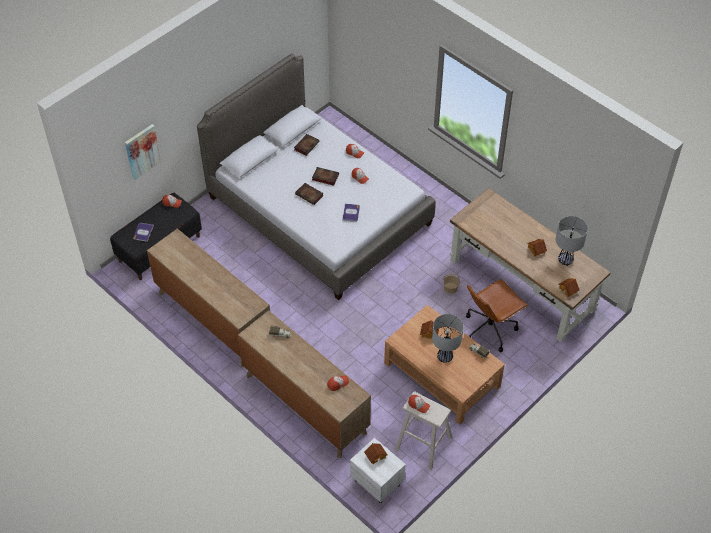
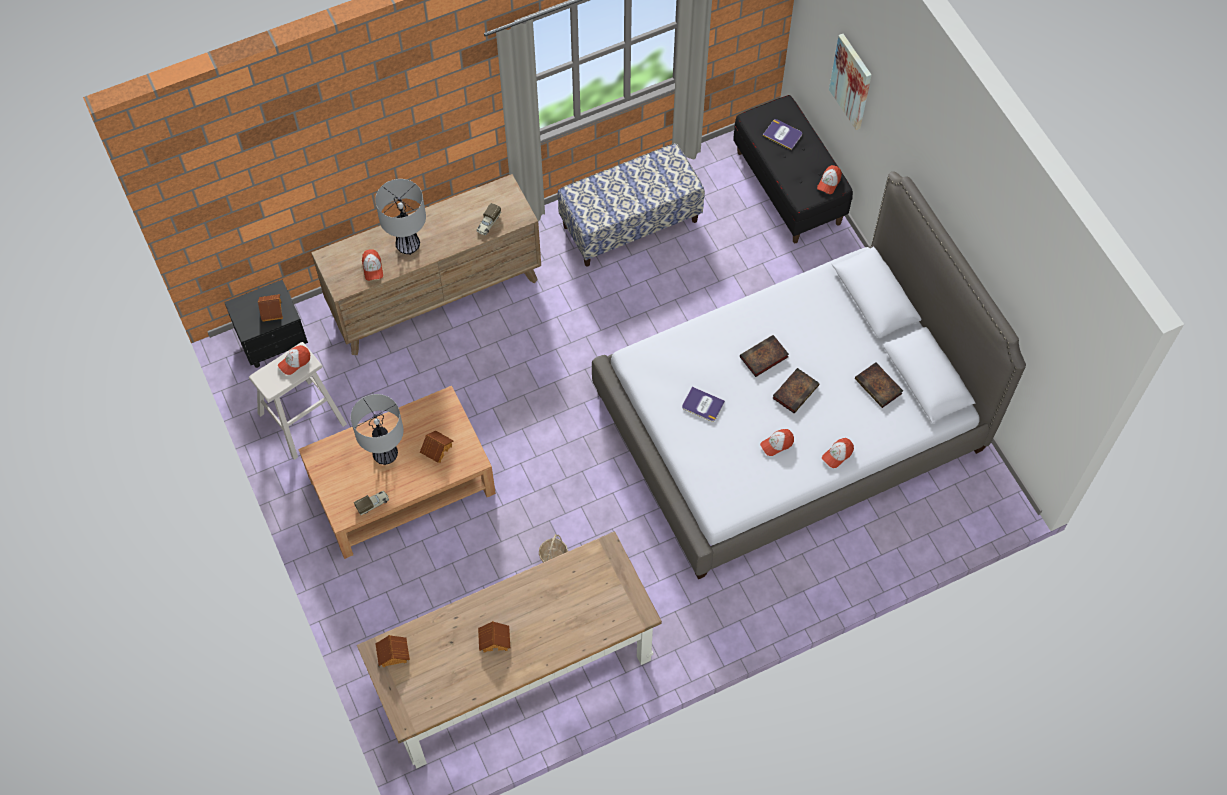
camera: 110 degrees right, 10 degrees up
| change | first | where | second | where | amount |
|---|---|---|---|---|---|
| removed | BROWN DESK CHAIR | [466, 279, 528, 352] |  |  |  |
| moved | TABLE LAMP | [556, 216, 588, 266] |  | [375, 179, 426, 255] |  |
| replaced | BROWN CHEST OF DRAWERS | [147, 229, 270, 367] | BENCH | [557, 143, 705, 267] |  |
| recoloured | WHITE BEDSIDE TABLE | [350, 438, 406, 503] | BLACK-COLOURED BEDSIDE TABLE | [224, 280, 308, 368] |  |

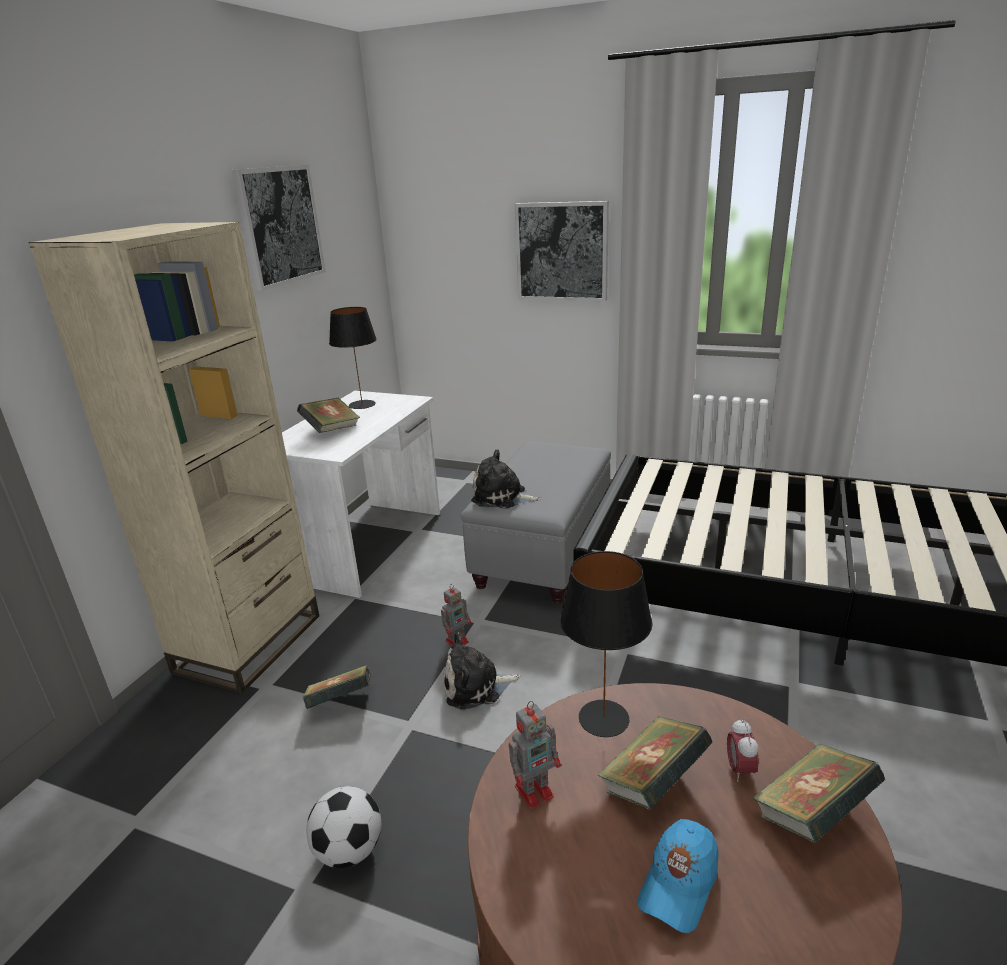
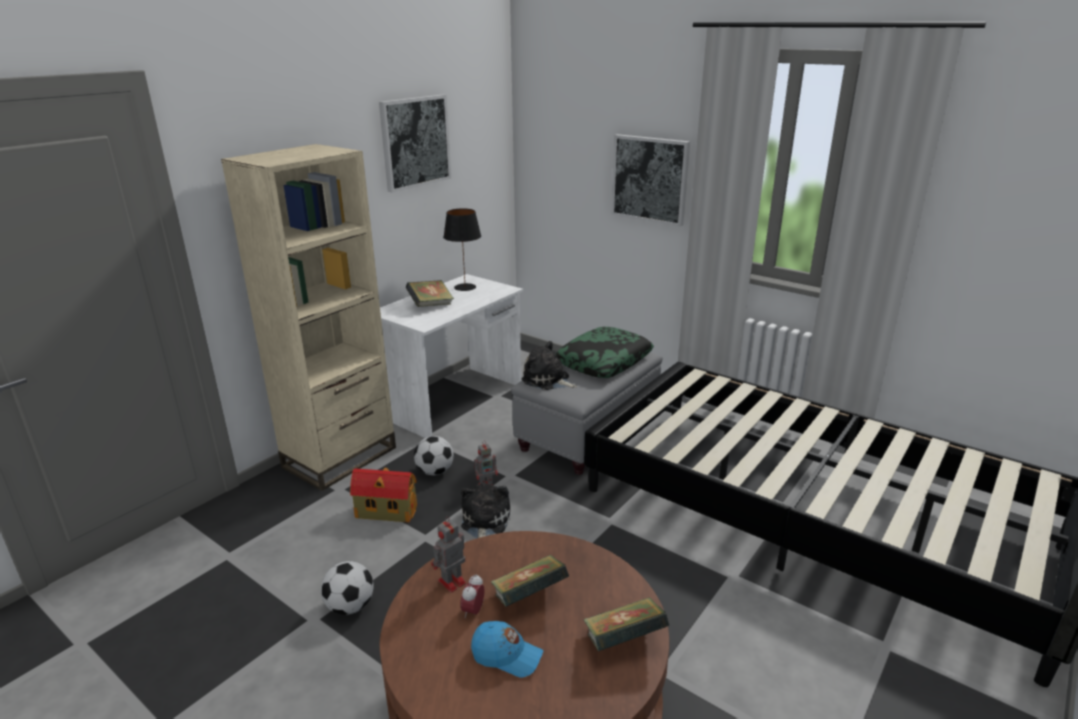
camera: 15 degrees right, 0 degrees up
| change | first | where | second | where | amount |
|---|---|---|---|---|---|
| removed | BLACK-COLOURED TABLE LAMP | [560, 551, 653, 737] |  |  |  |
| added |  |  | FOOTBALL | [414, 436, 454, 475] |  |
| added |  |  | CUSHION | [555, 327, 654, 378] |  |
| moved | BEDSIDE CLOCK | [727, 718, 759, 782] |  | [460, 574, 485, 618] |  |
| replaced | VOLUME | [303, 665, 371, 709] | TOY HOUSE | [350, 468, 417, 522] |  |
| turned | CUDDLY TOY | [444, 632, 520, 709] |  | [461, 483, 510, 539] | 90 degrees clockwise |
| turned | TOY ROBOT | [509, 701, 561, 809] |  | [431, 516, 466, 593] | 150 degrees clockwise |
| turned | BLUE BASEBALL CAP | [638, 819, 719, 933] |  | [471, 621, 543, 677] | 120 degrees counterclockwise |

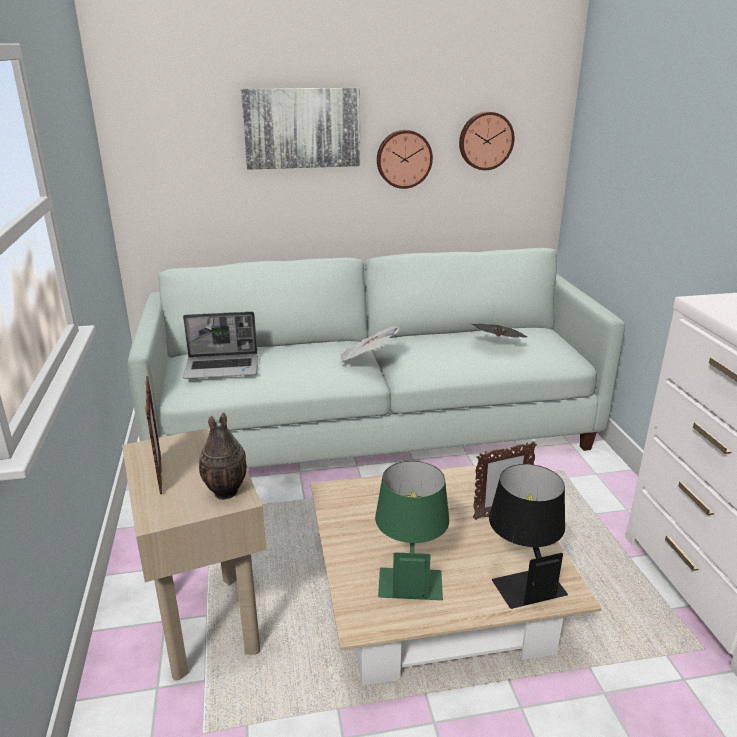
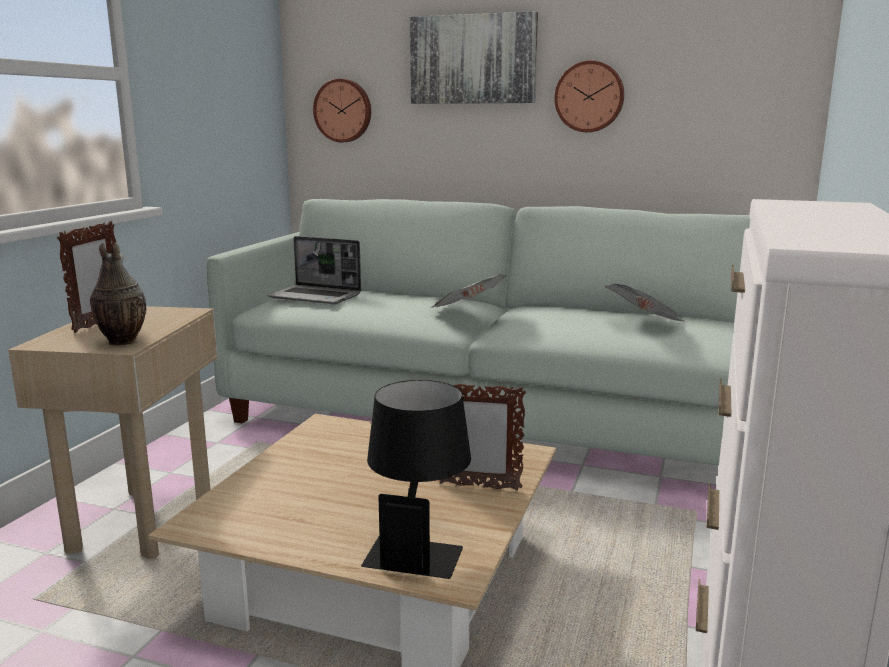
camera: 30 degrees right, 10 degrees down
| change | first | where | second | where | amount |
|---|---|---|---|---|---|
| removed | GREENISH TABLE LAMP | [375, 461, 449, 600] |  |  |  |
| moved | CLOCK ON THE WALL | [459, 111, 514, 170] |  | [313, 79, 371, 142] |  |

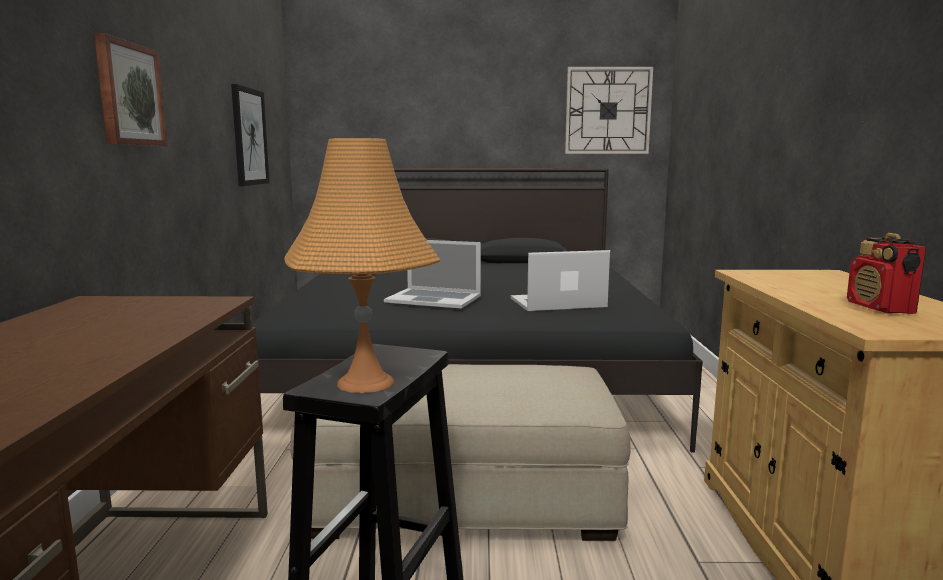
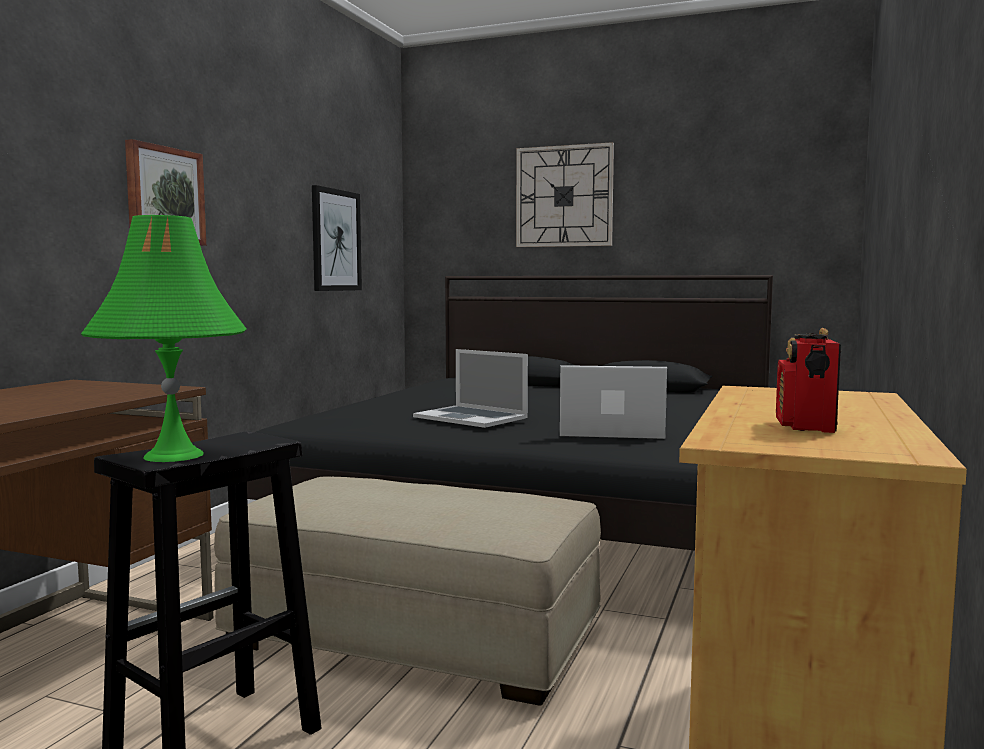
camera: 20 degrees right, 5 degrees down
| change | first | where | second | where | amount |
|---|---|---|---|---|---|
| moved | CLOCK ON THE WALL | [565, 67, 653, 154] |  | [516, 142, 614, 247] |  |
| recoloured | ORANGEY TABLE LAMP | [285, 138, 440, 393] | GREENISH TABLE LAMP | [81, 215, 246, 462] |  |

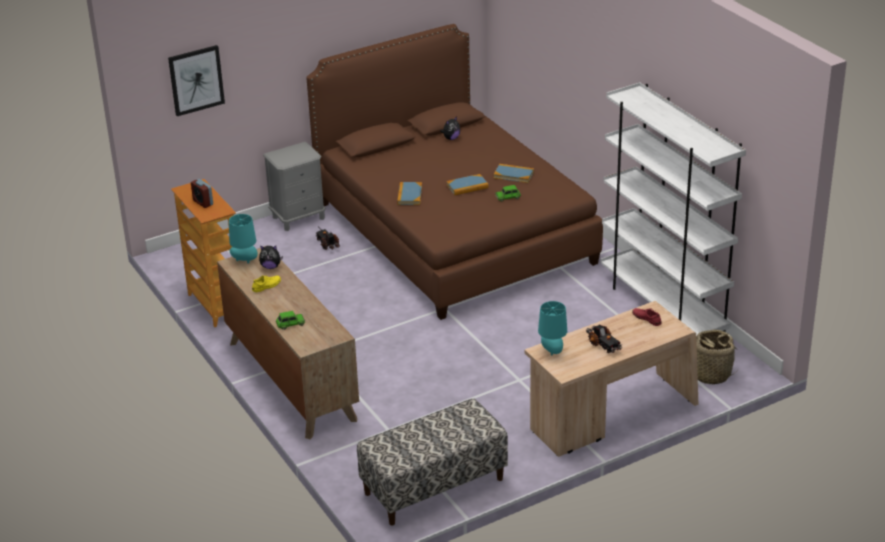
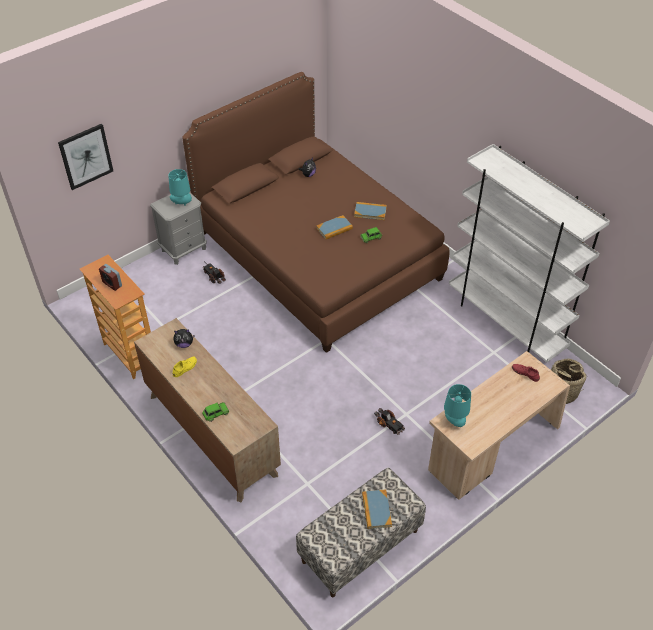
camera: 10 degrees left, 15 degrees up
| change | first | where | second | where | amount |
|---|---|---|---|---|---|
| moved | TURQUOISE TABLE LAMP | [229, 214, 258, 264] |  | [168, 169, 192, 206] |  |
| moved | VOLUME | [397, 182, 422, 205] |  | [362, 489, 392, 529] |  |
| moved | MODEL TRUCK | [586, 324, 622, 353] |  | [374, 408, 405, 435] |  |

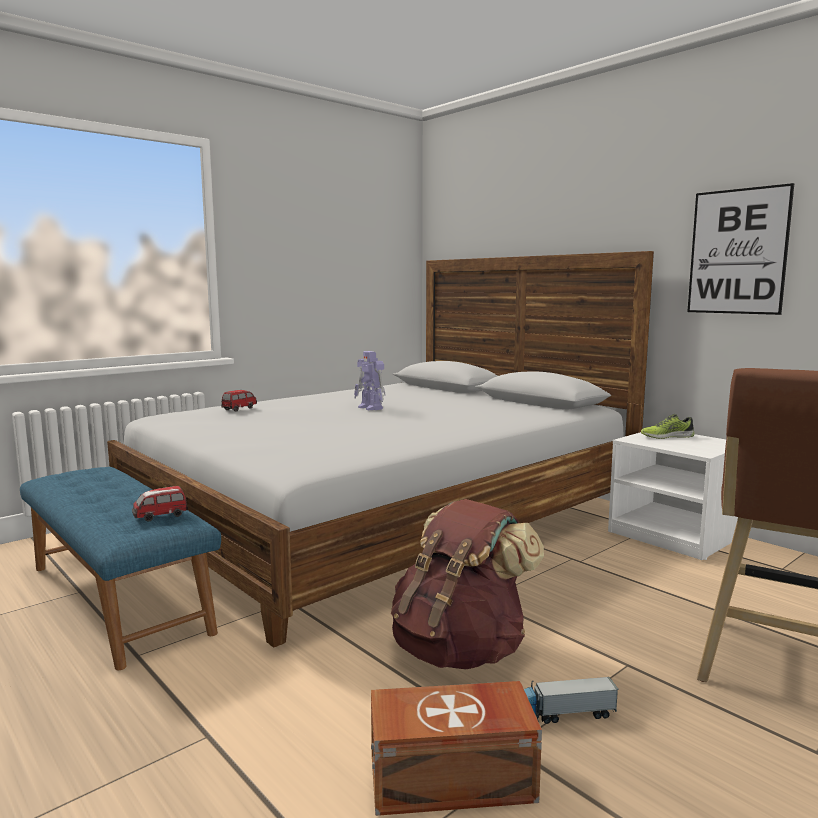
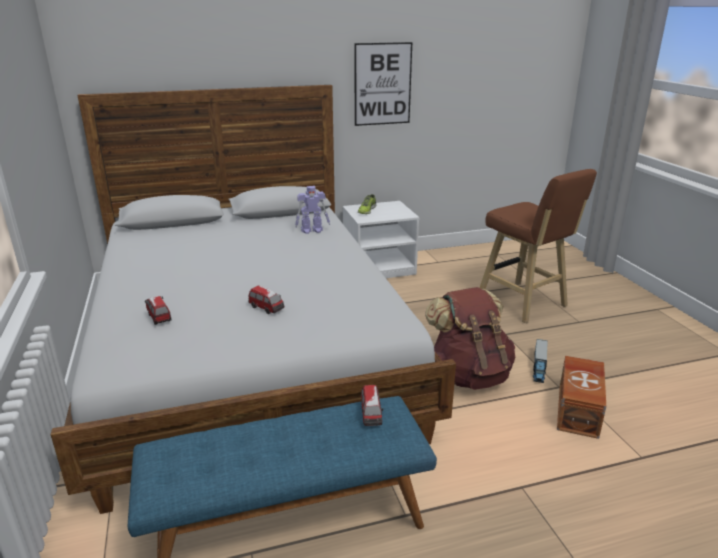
camera: 65 degrees left, 15 degrees up
| change | first | where | second | where | amount |
|---|---|---|---|---|---|
| added |  |  | TOY CAR | [248, 285, 284, 314] |  |
| moved | TOY ROBOT | [354, 351, 386, 410] |  | [295, 186, 330, 234] |  |

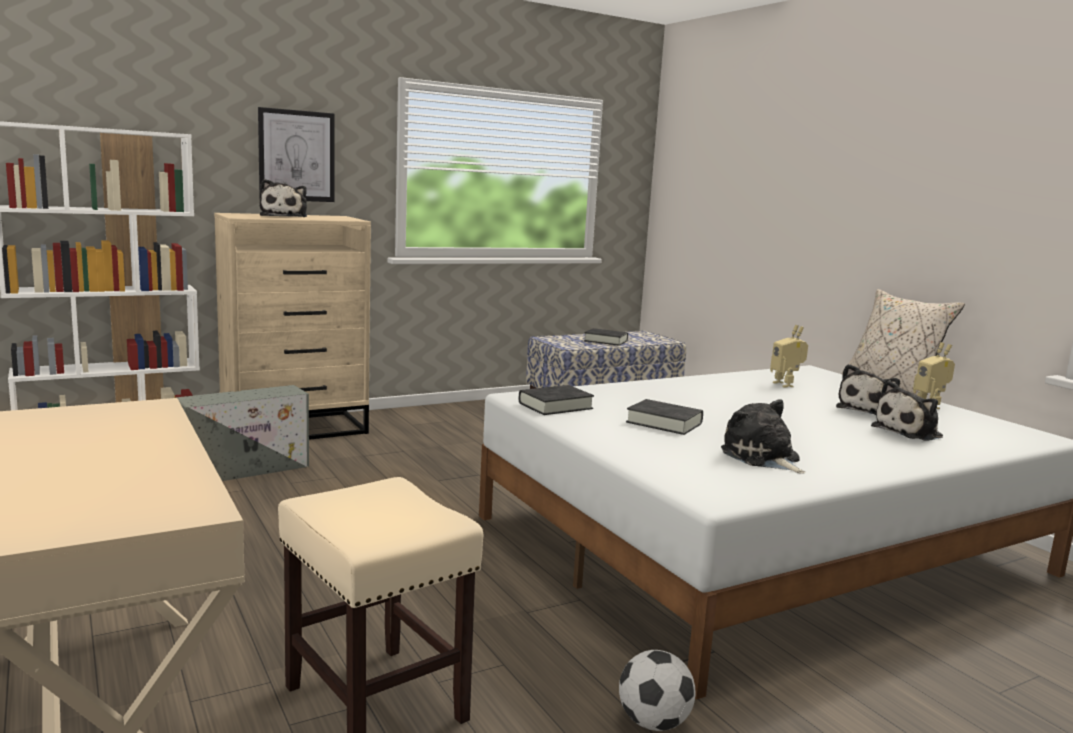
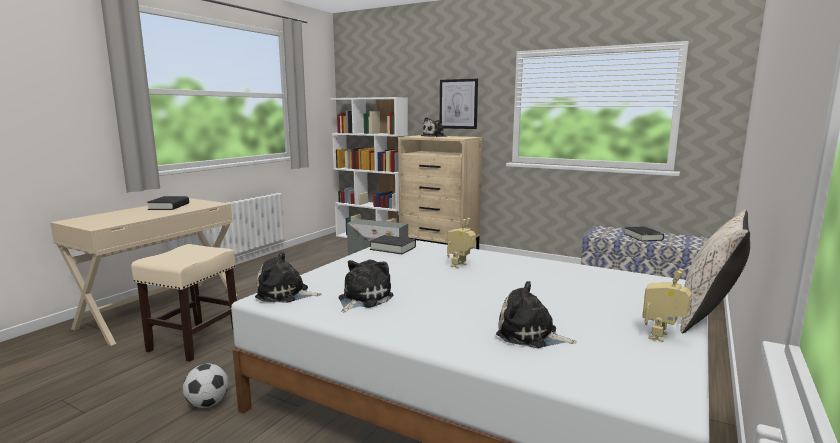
camera: 60 degrees right, 0 degrees up
| change | first | where | second | where | amount |
|---|---|---|---|---|---|
| moved | BLACK-COLOURED VOLUME | [626, 399, 703, 435] |  | [147, 196, 189, 210] |  |
| moved | TOY ROBOT | [770, 325, 808, 388] |  | [447, 218, 476, 268] |  |
| moved | CUDDLY TOY | [836, 364, 900, 415] |  | [255, 251, 322, 303] |  |

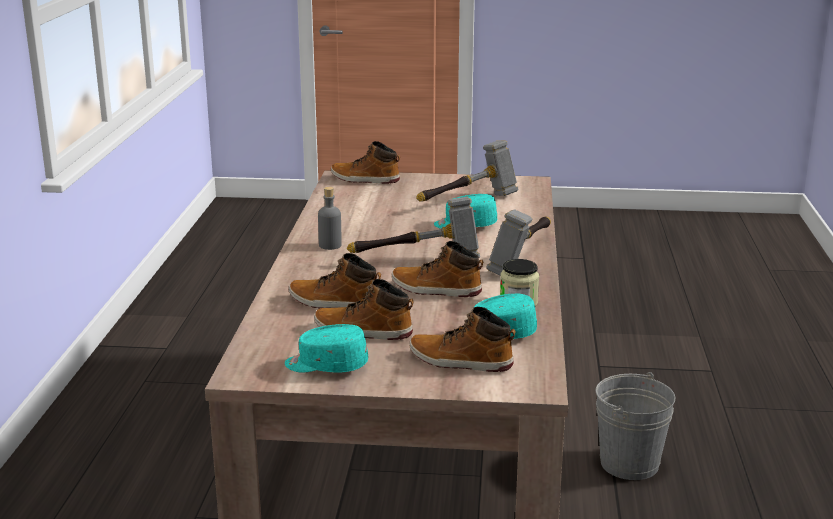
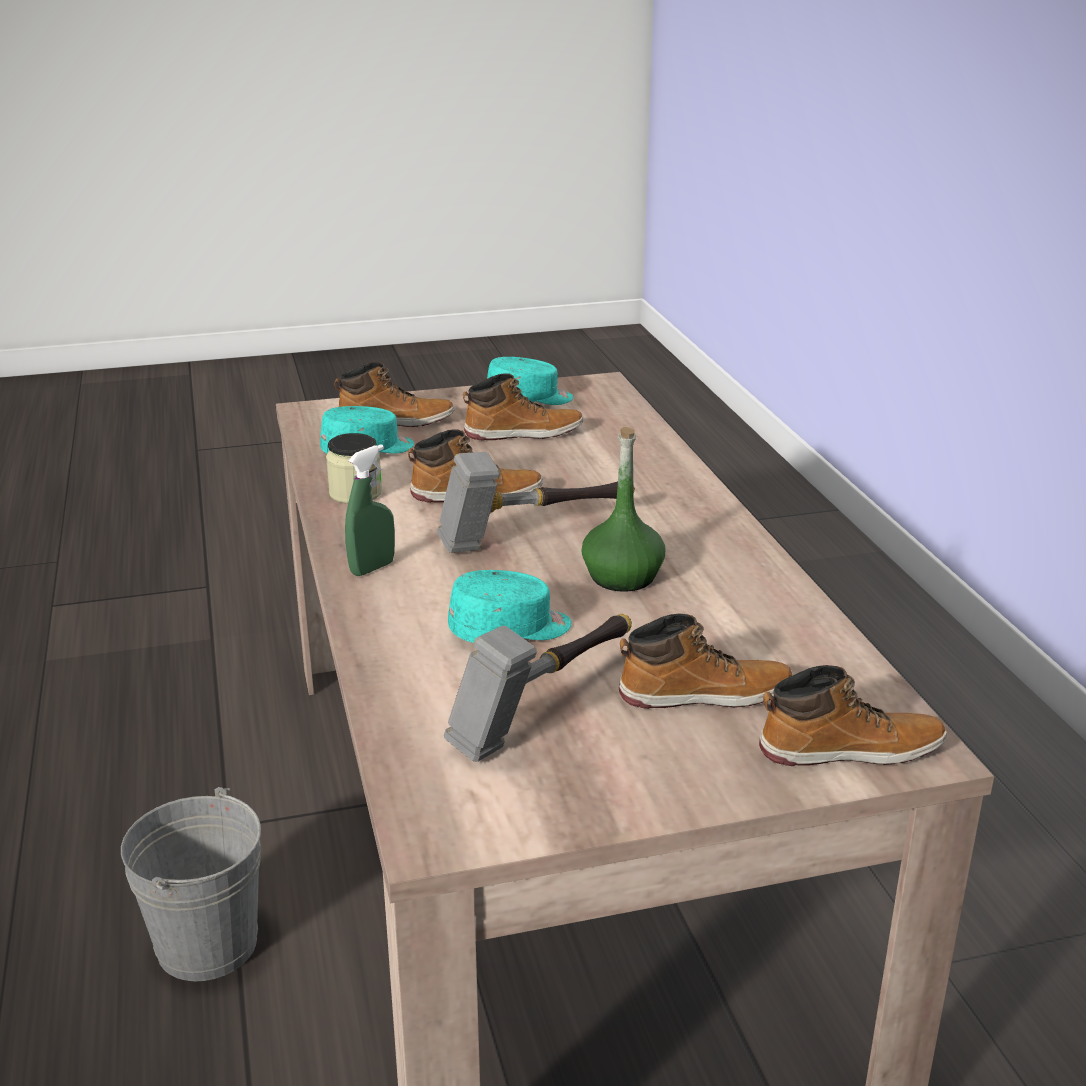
camera: 160 degrees right, 5 degrees up
| change | first | where | second | where | amount |
|---|---|---|---|---|---|
| removed | GREYISH BOTTLE | [318, 187, 342, 250] |  |  |  |
| added |  |  | GREENISH BOTTLE | [581, 427, 665, 592] |  |
| moved | HIGH-TOP BOOT | [289, 253, 381, 308] |  | [619, 614, 793, 709] |  |
| replaced | HAND HAMMER | [486, 209, 551, 276] | GREENISH SPRAYER | [345, 444, 395, 576] |  |

